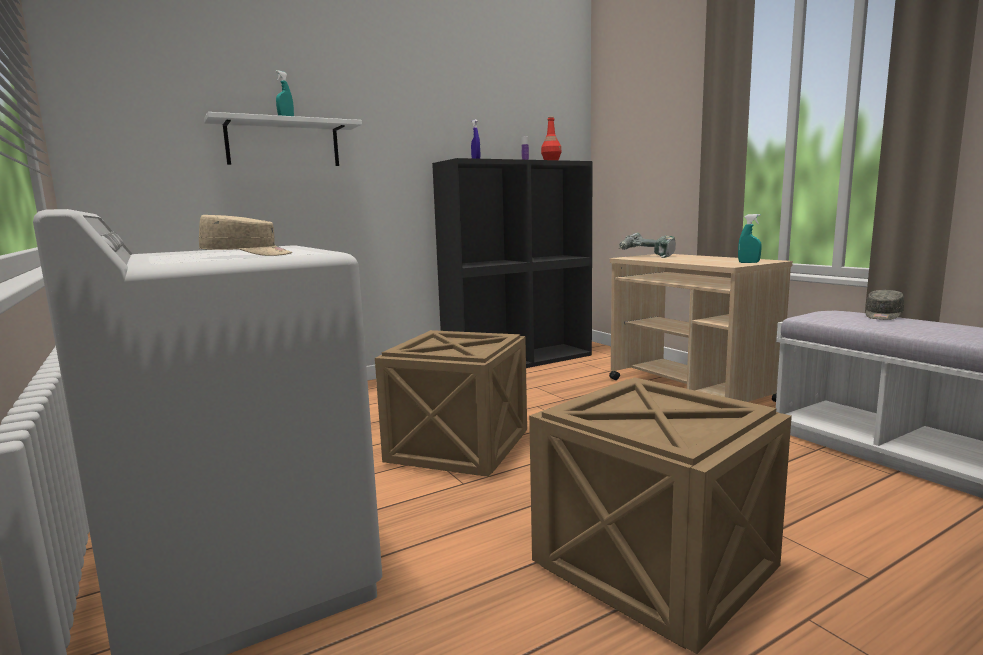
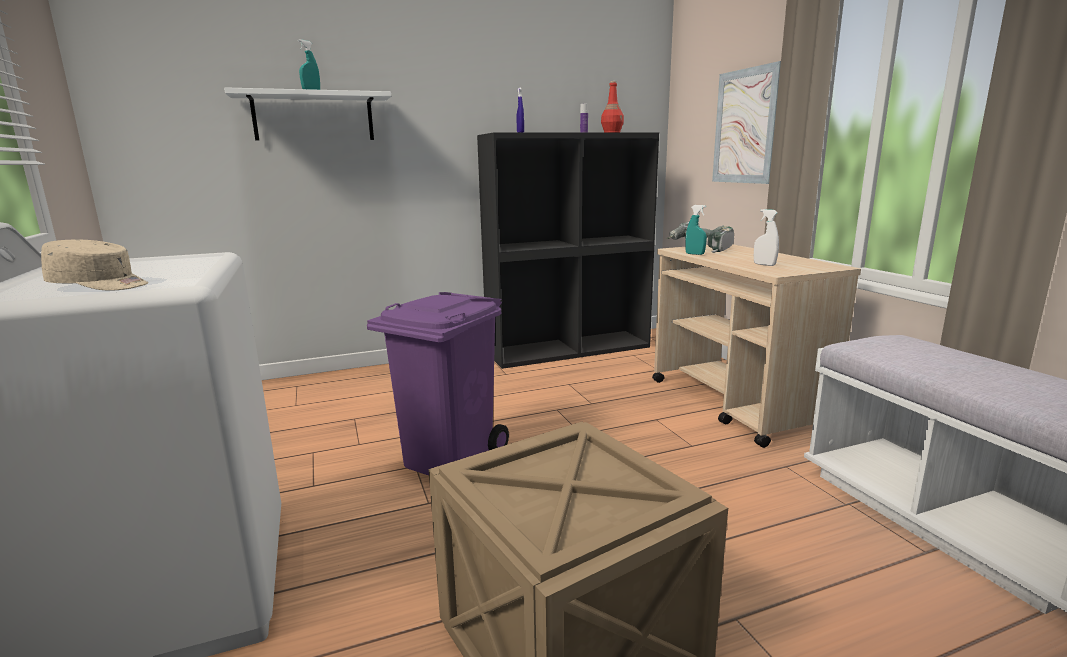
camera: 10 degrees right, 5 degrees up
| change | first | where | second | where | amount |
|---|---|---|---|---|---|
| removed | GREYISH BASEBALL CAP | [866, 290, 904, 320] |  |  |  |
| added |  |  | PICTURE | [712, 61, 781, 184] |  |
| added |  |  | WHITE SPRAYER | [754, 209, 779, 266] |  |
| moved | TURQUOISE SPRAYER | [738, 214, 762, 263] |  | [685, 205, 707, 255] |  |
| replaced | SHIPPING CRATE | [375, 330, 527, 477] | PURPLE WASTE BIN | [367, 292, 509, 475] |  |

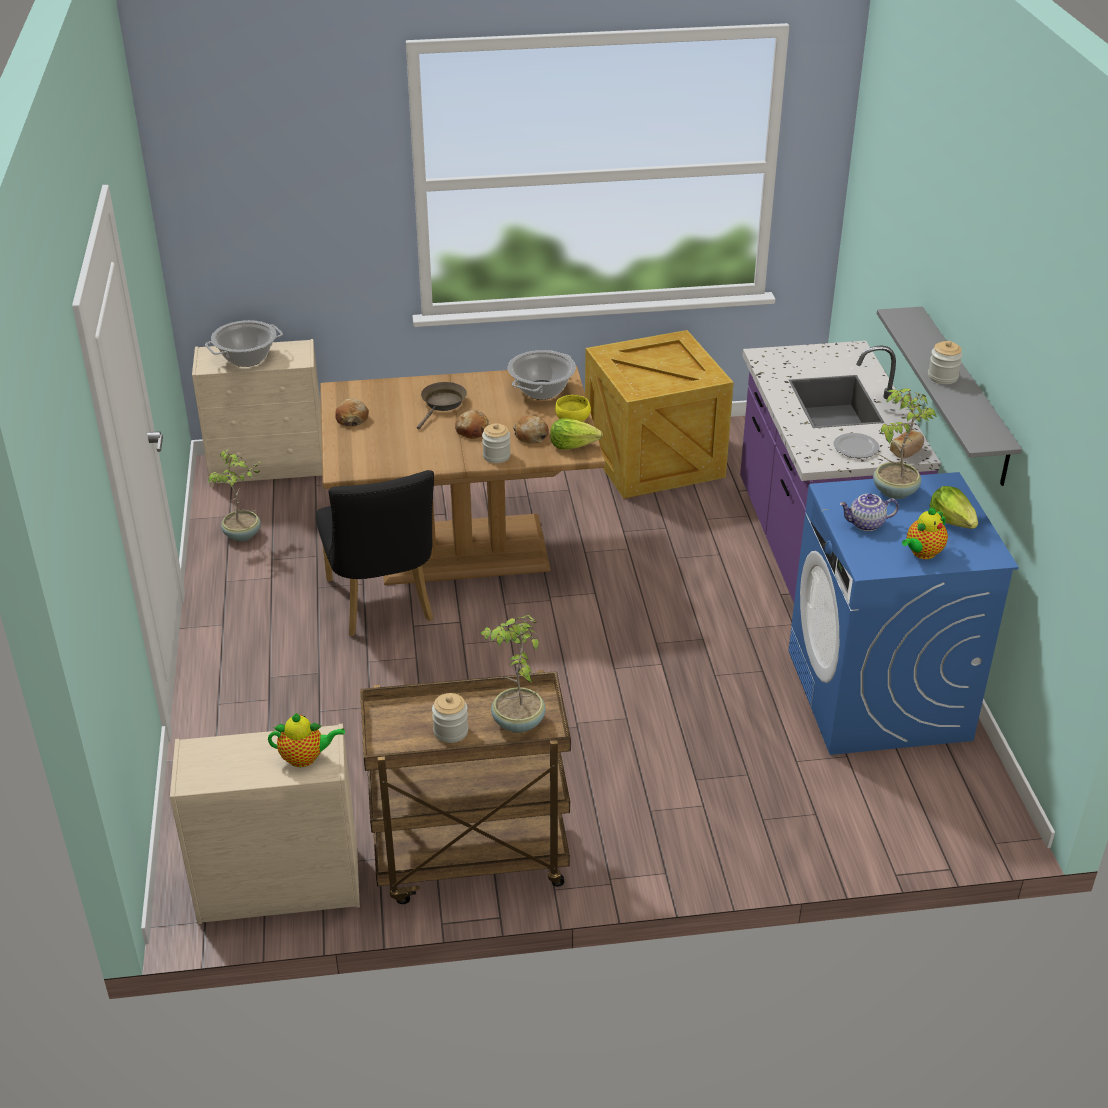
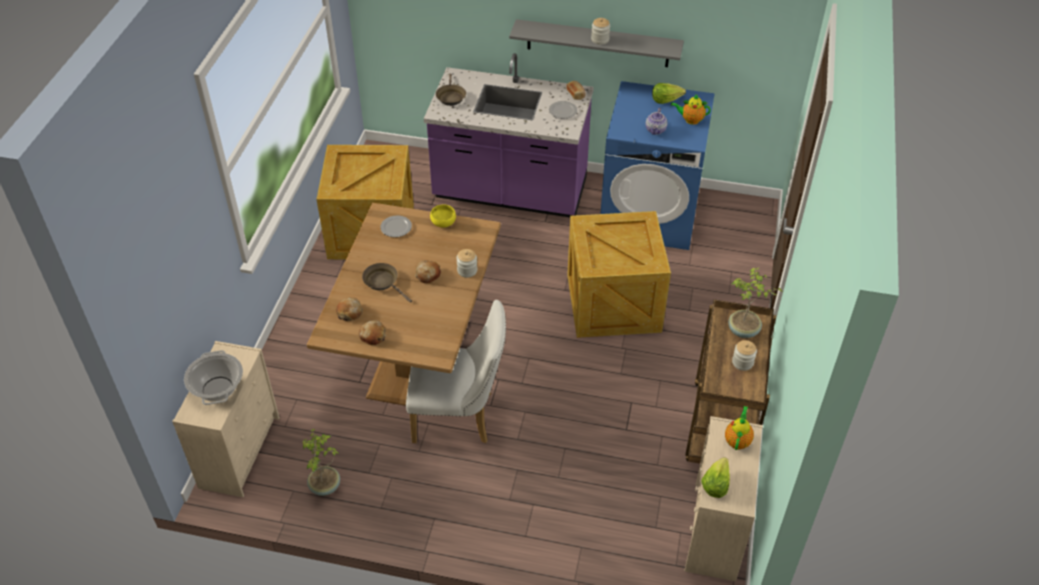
camera: 70 degrees left, 10 degrees up
| change | first | where | second | where | amount |
|---|---|---|---|---|---|
| removed | PLANT IN A POT | [873, 388, 937, 499] |  |  |  |
| added |  |  | BROWN SKILLET | [436, 74, 466, 106] |  |
| added |  |  | SHIPPING CRATE | [567, 211, 671, 338] |  |
| moved | BAKERY BREAD | [513, 416, 549, 444] |  | [336, 297, 363, 321] |  |
| moved | LETTUCE HEAD | [550, 418, 603, 449] |  | [701, 457, 730, 498] |  |
| replaced | STOCKPOT | [508, 350, 576, 400] | DINNER PLATE | [381, 215, 412, 237] |  |
| recoloured | BLACK-COLOURED PLAIN CHAIR | [316, 470, 434, 636] | WHITE PLAIN CHAIR | [406, 300, 506, 443] |  |
| turned | TEA POT | [902, 507, 948, 559] |  | [671, 95, 711, 125] | 120 degrees clockwise |

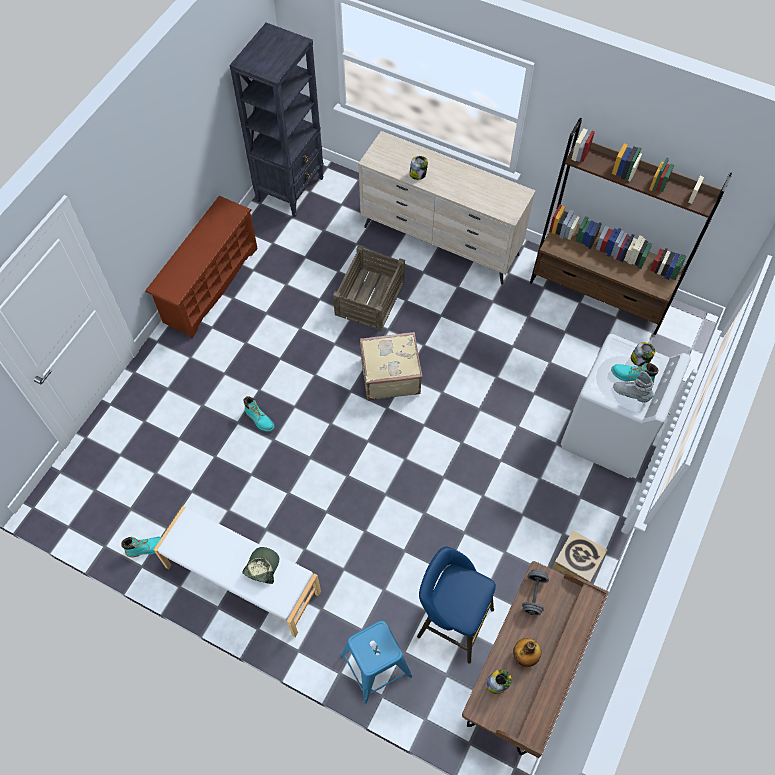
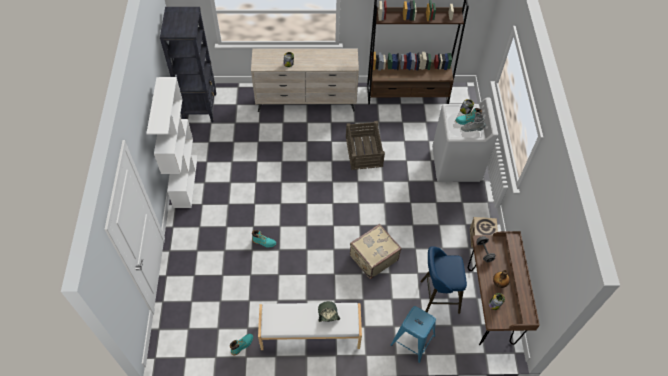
camera: 30 degrees left, 5 degrees down
| change | first | where | second | where | amount |
|---|---|---|---|---|---|
| moved | SHIPPING CRATE | [333, 245, 405, 331] |  | [346, 121, 385, 170] |  |
| moved | BEIGE PIECE OF LUGGAGE | [360, 332, 423, 401] |  | [350, 224, 402, 279] |  |
| replaced | BROWN SHOE STAND | [145, 196, 258, 338] | WHITE SHELVING UNIT | [146, 77, 198, 208] |  |

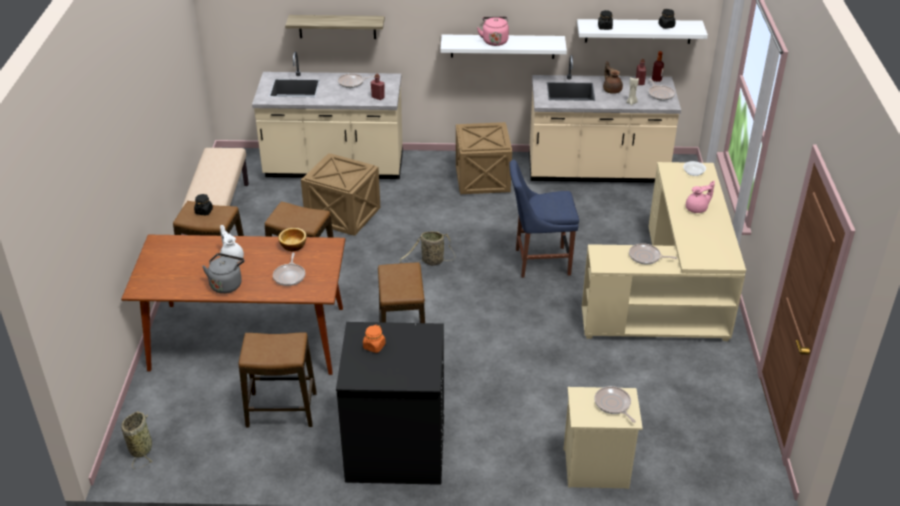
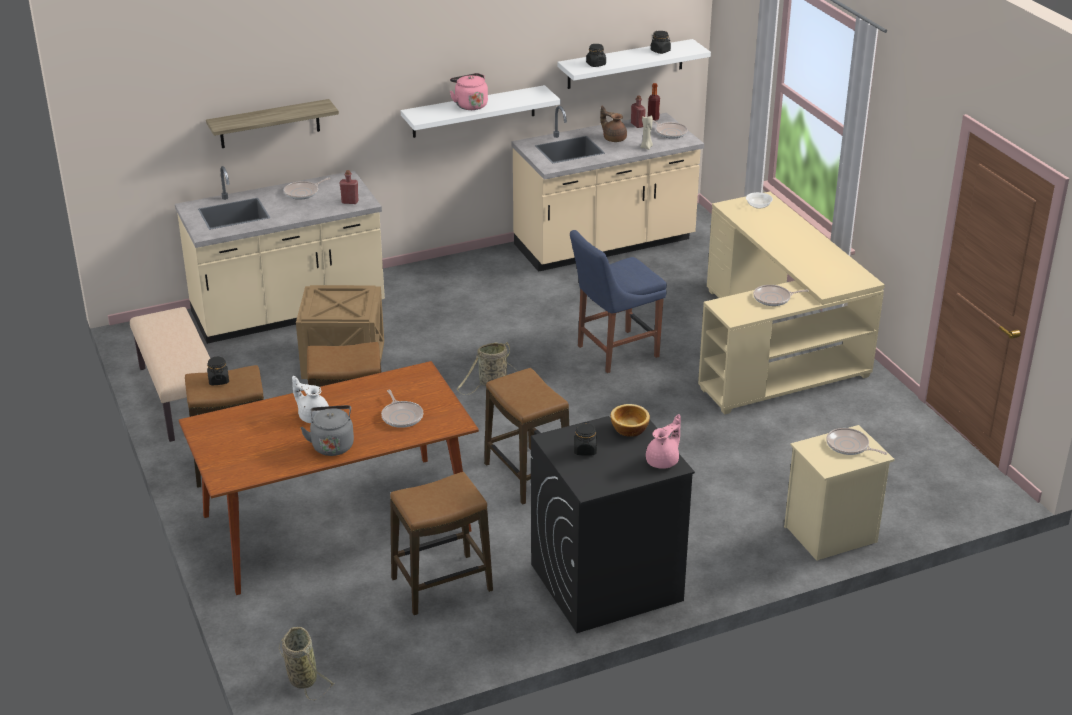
camera: 25 degrees left, 5 degrees down
| change | first | where | second | where | amount |
|---|---|---|---|---|---|
| removed | SHIPPING CRATE | [456, 122, 512, 194] |  |  |  |
| moved | DEEP DISH | [278, 228, 306, 251] |  | [610, 404, 650, 437] |  |
| moved | PINK-COLOURED TEA POT | [686, 181, 715, 213] |  | [646, 414, 681, 469] |  |
| recoloured | ORANGEY PRESERVE JAR | [363, 325, 386, 353] | BLACK-COLOURED PRESERVE JAR | [574, 422, 597, 456] |  |

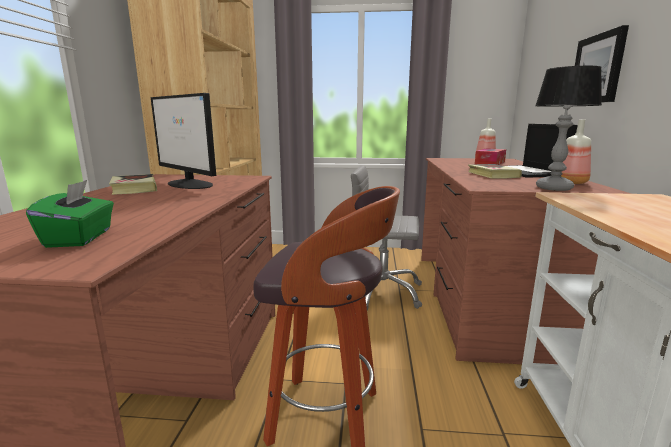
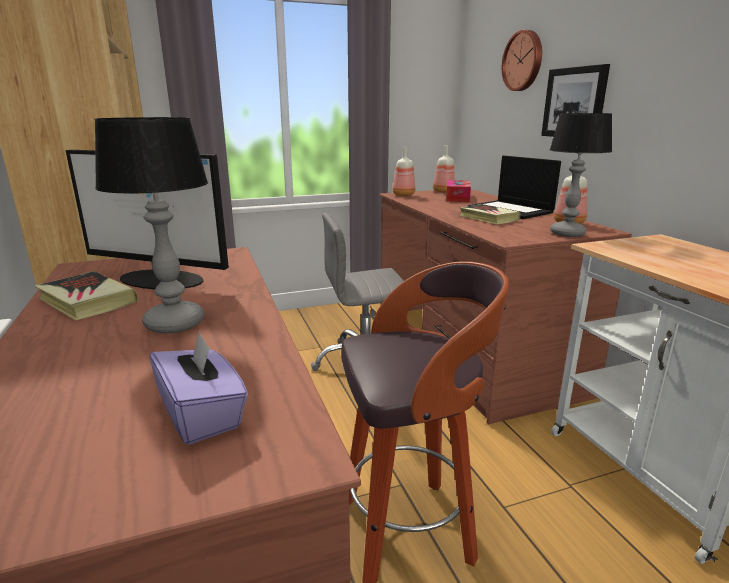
camera: 25 degrees left, 5 degrees up
| change | first | where | second | where | amount |
|---|---|---|---|---|---|
| added |  |  | TABLE LAMP | [94, 117, 208, 333] |  |
| added |  |  | BOTTLE | [393, 147, 415, 196] |  |
| added |  |  | CLOCK ON THE WALL | [502, 30, 542, 91] |  |
| recoloured | GREENISH TISSUE BOX | [26, 180, 114, 248] | PURPLE TISSUE BOX | [149, 330, 248, 445] |  |

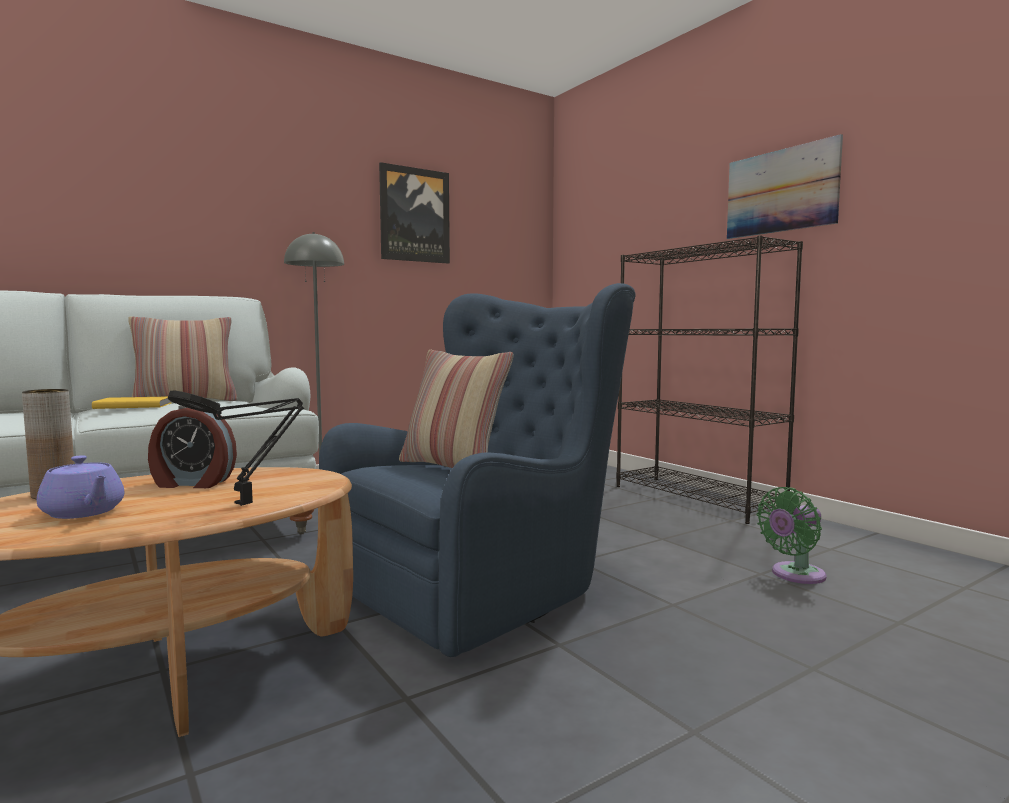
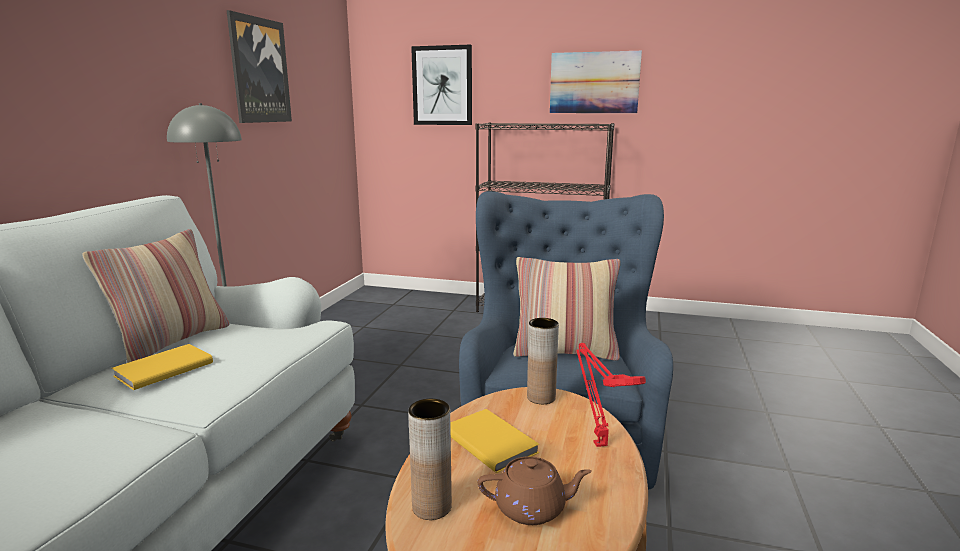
camera: 40 degrees left, 10 degrees up
| change | first | where | second | where | amount |
|---|---|---|---|---|---|
| removed | GREENISH FAN | [757, 487, 826, 584] |  |  |  |
| added |  |  | PICTURE | [411, 45, 472, 125] |  |
| added |  |  | BROWN FLOWER VASE | [527, 318, 559, 404] |  |
| replaced | BEDSIDE CLOCK | [148, 406, 237, 488] | YELLOWISH VOLUME | [450, 409, 539, 473] |  |
| recoloured | PURPLE TEA POT | [37, 455, 125, 519] | BROWN TEA POT | [478, 456, 592, 525] |  |
| recoloured | BLACK-COLOURED TABLE LAMP | [168, 391, 304, 506] | REDDISH TABLE LAMP | [576, 343, 646, 447] |  |

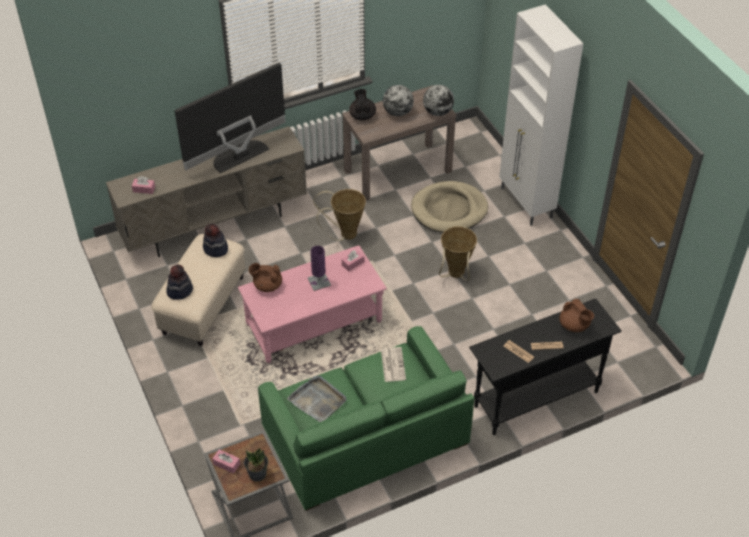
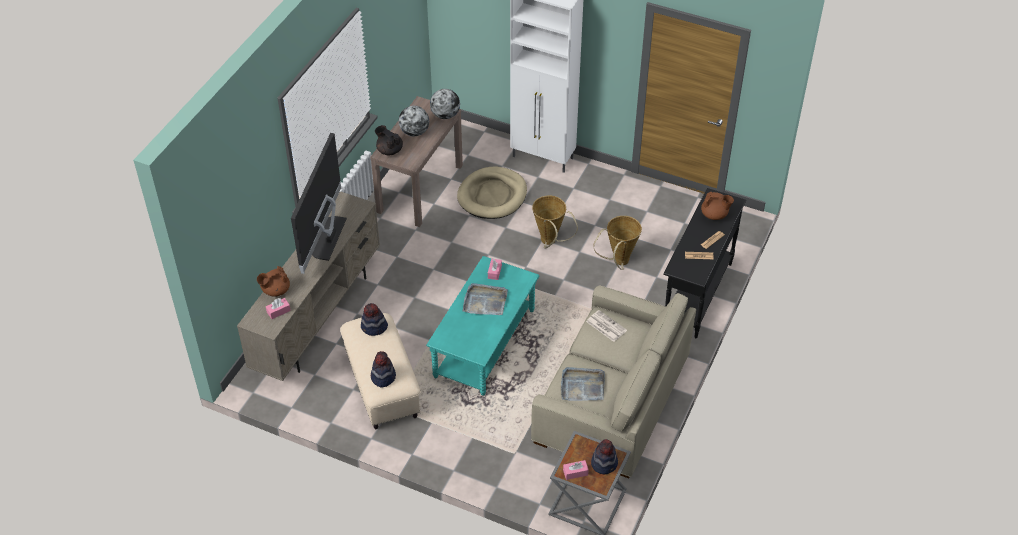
camera: 40 degrees left, 0 degrees up
| change | first | where | second | where | amount |
|---|---|---|---|---|---|
| moved | BROWN TEA POT | [249, 263, 282, 292] |  | [257, 266, 290, 297] |  |
| moved | STORAGE BASKET | [313, 189, 366, 241] |  | [593, 216, 642, 270] |  |
| replaced | PLANT IN A POT | [244, 448, 268, 482] | WEARABLE HAT | [591, 439, 618, 474] |  |
| replaced | PURPLE TABLE LAMP | [307, 246, 331, 291] | GREYISH TRAY | [463, 283, 508, 315] |  |
| recoloured | PINK-COLOURED COFFEE TABLE | [238, 245, 387, 363] | TURQUOISE COFFEE TABLE | [426, 256, 540, 396] |  |
| recoloured | GREENISH COUCH | [258, 326, 474, 511] | BEIGE COUCH | [531, 285, 696, 478] |  |

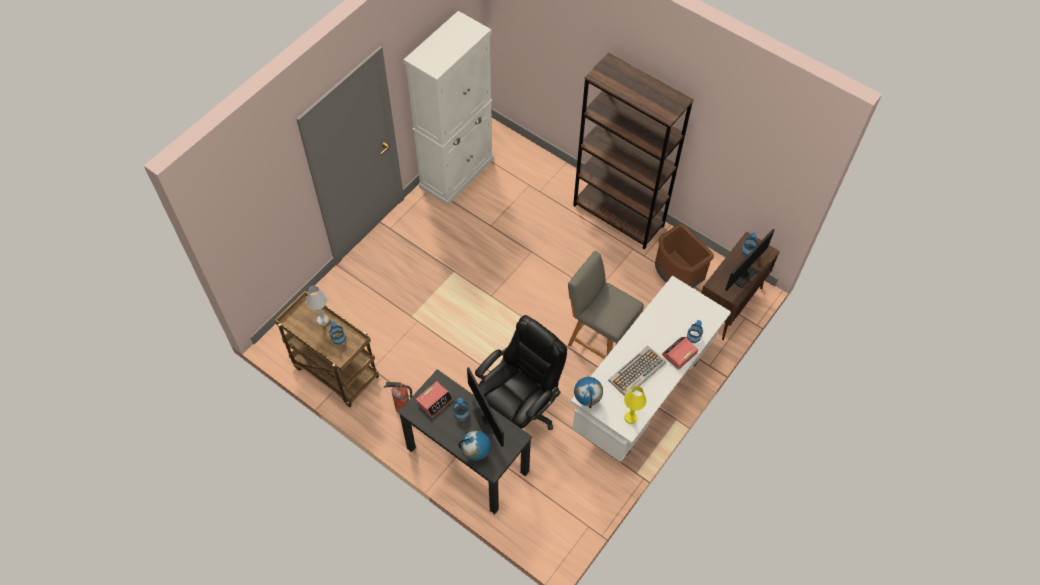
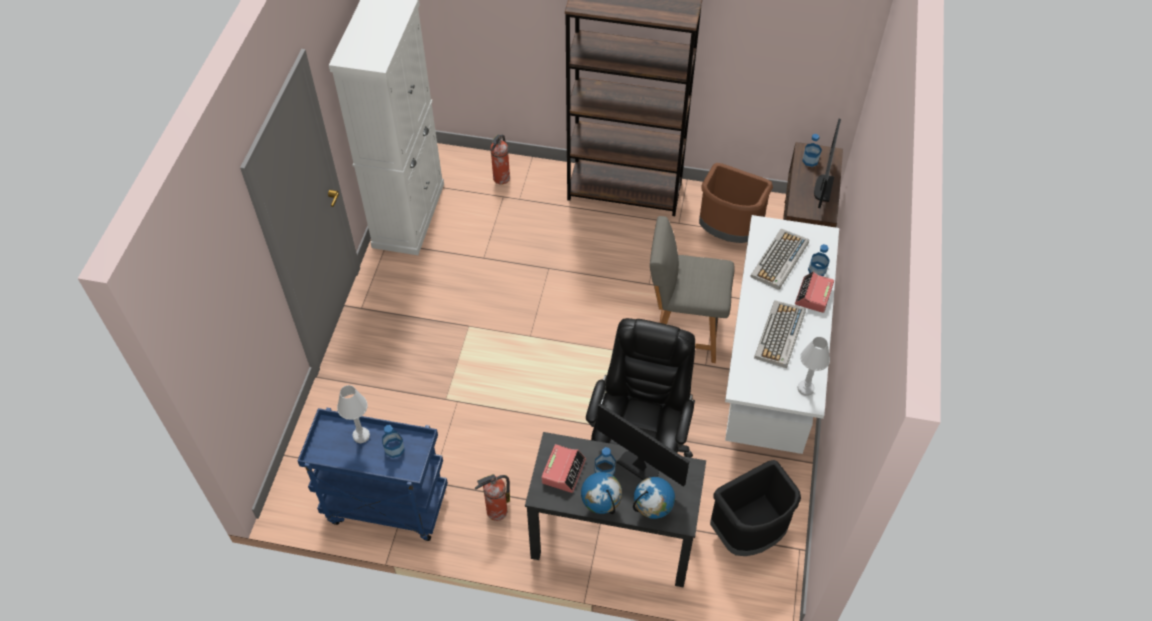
camera: 25 degrees left, 5 degrees down
| change | first | where | second | where | amount |
|---|---|---|---|---|---|
| added |  |  | FIRE-FIGHTING CYLINDER | [490, 134, 510, 184] |  |
| added |  |  | BLACK-COLOURED WASTE BIN | [710, 460, 801, 556] |  |
| added |  |  | PC KEYBOARD | [750, 229, 809, 290] |  |
| moved | WORLD GLOBE | [574, 377, 603, 408] |  | [581, 472, 622, 514] |  |
| recoloured | BROWN TROLLEY | [275, 291, 379, 407] | BLUE TROLLEY | [298, 408, 448, 541] |  |
| recoloured | YELLOWISH TABLE LAMP | [624, 386, 646, 424] | WHITE TABLE LAMP | [797, 337, 830, 396] |  |

